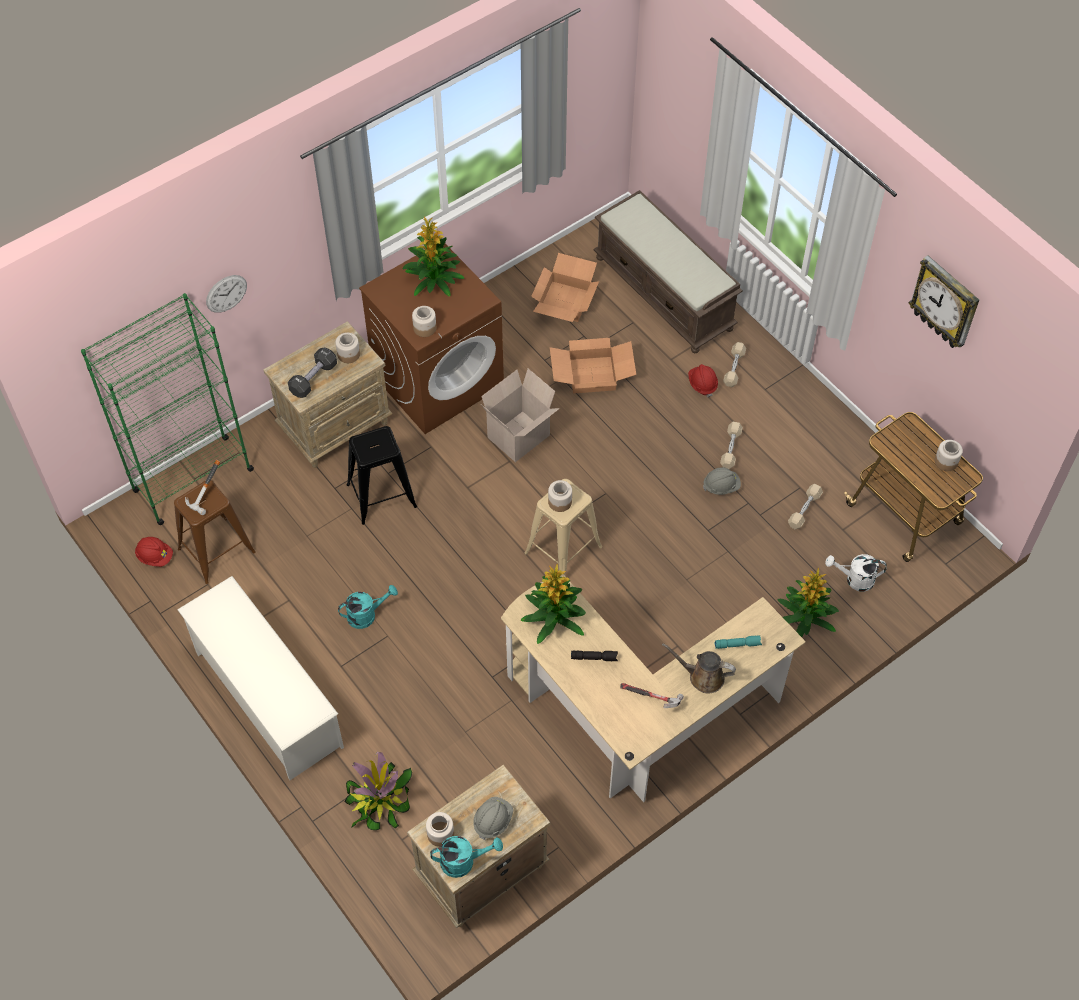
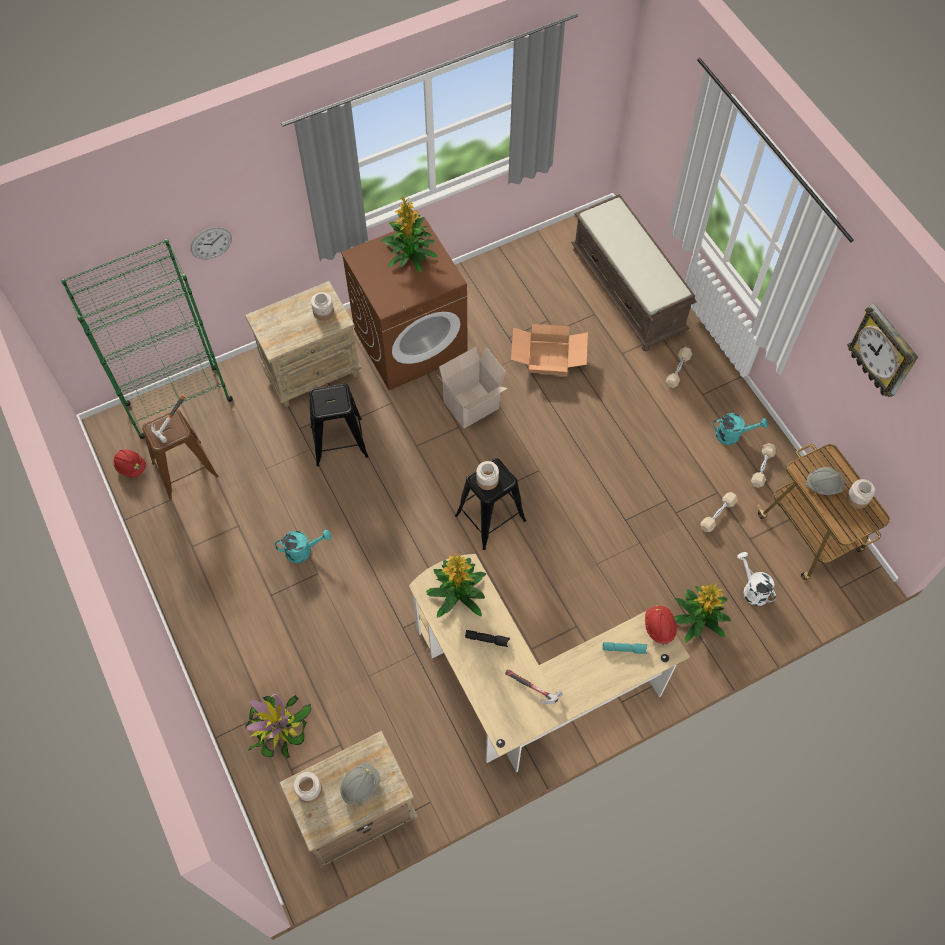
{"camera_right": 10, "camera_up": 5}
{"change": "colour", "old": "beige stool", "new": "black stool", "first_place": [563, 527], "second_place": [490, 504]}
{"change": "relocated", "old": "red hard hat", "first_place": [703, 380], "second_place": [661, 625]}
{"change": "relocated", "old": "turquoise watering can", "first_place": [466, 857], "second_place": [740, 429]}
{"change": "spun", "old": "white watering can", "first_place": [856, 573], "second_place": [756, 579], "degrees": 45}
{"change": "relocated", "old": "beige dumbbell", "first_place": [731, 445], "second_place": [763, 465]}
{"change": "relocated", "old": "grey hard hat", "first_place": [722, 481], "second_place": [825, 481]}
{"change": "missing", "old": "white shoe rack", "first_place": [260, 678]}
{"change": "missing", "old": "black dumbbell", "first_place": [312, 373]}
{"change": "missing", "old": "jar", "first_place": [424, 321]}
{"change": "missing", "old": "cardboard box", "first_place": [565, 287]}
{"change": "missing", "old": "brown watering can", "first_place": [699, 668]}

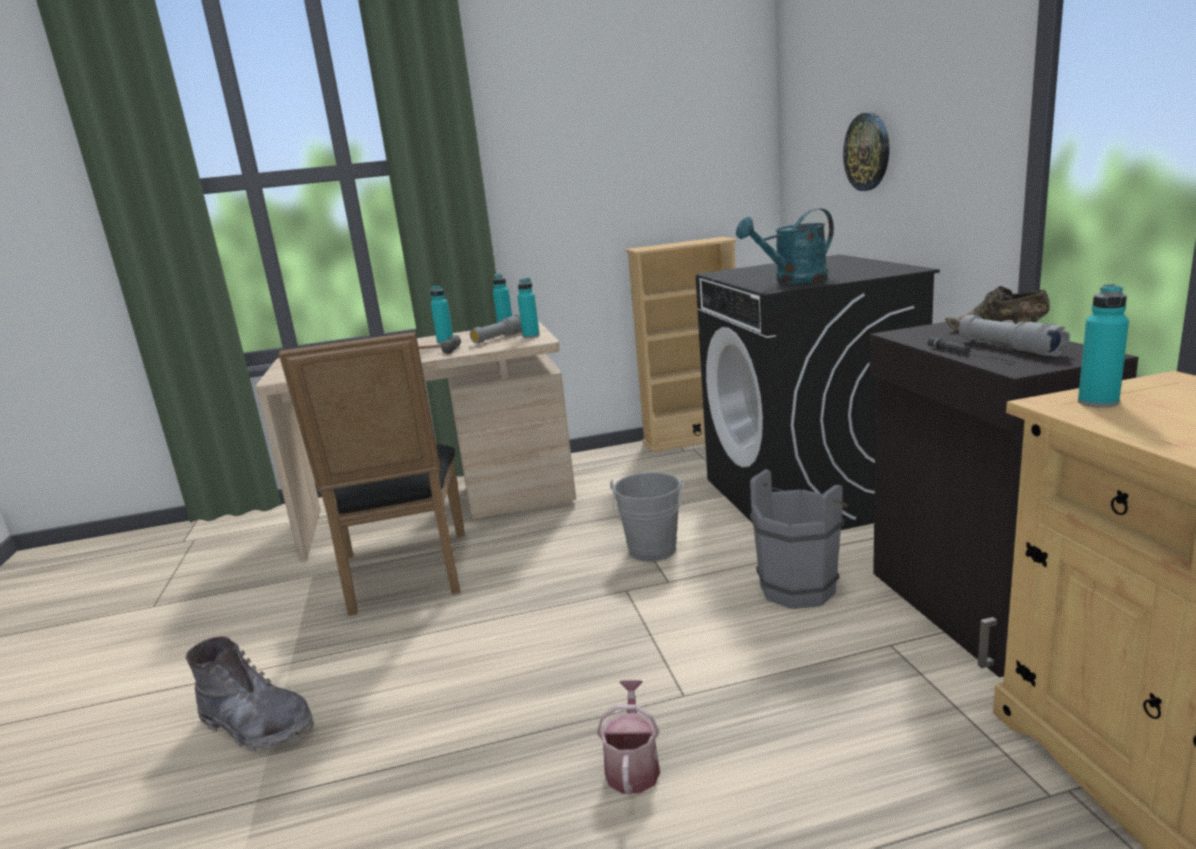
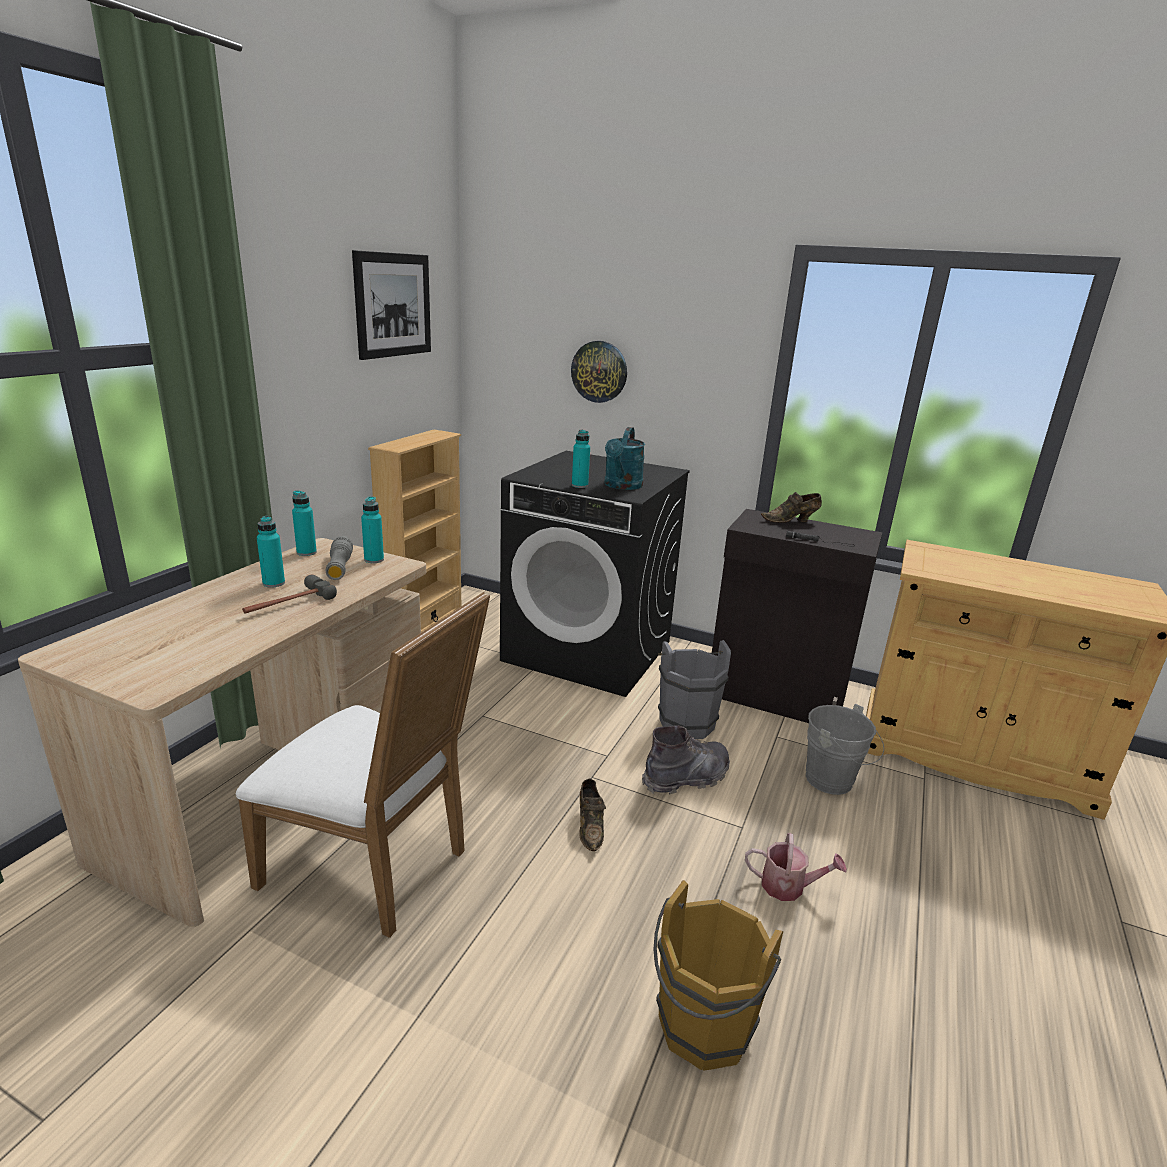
{"camera_right": -55, "camera_up": 5}
{"change": "colour", "old": "black chair", "new": "white chair", "first_place": [371, 474], "second_place": [363, 765]}
{"change": "appeared", "new": "picture", "second_place": [391, 305]}
{"change": "relocated", "old": "turquoise bottle", "first_place": [1103, 346], "second_place": [581, 459]}
{"change": "appeared", "new": "brown shoe", "second_place": [592, 815]}
{"change": "relocated", "old": "grey boot", "first_place": [250, 694], "second_place": [686, 760]}
{"change": "appeared", "new": "brown bucket", "second_place": [718, 975]}
{"change": "spun", "old": "watering can", "first_place": [628, 737], "second_place": [796, 867], "degrees": 150}
{"change": "relocated", "old": "grey bucket", "first_place": [647, 517], "second_place": [845, 749]}
{"change": "missing", "old": "grey flashlight", "first_place": [1014, 336]}

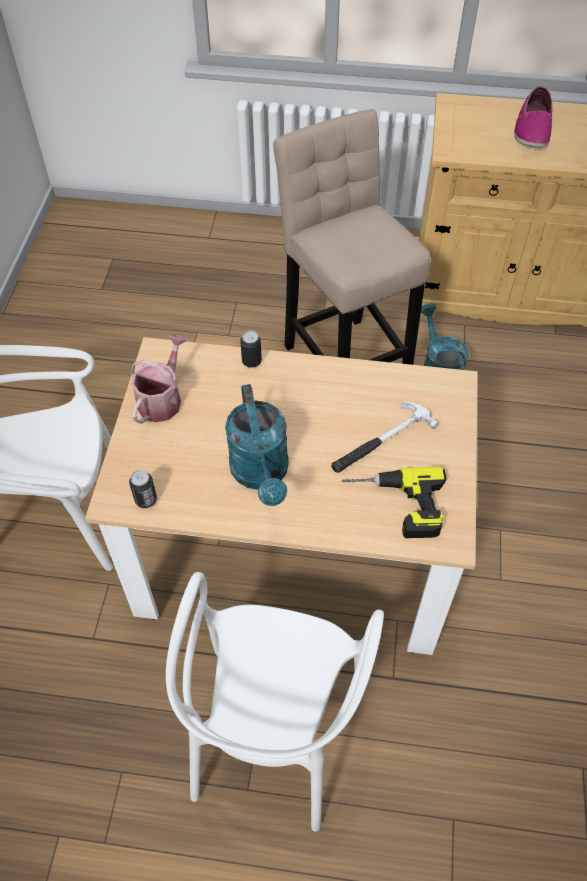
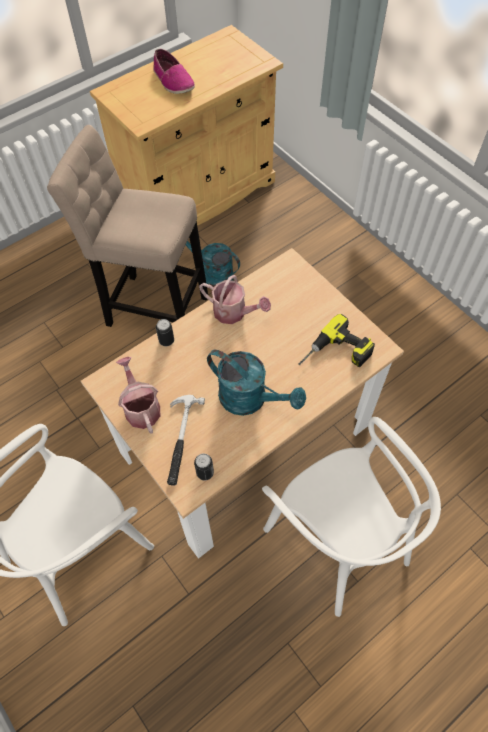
{"camera_right": -45, "camera_up": 5}
{"change": "relocated", "old": "hammer", "first_place": [385, 437], "second_place": [186, 440]}
{"change": "appeared", "new": "watering can", "second_place": [235, 299]}

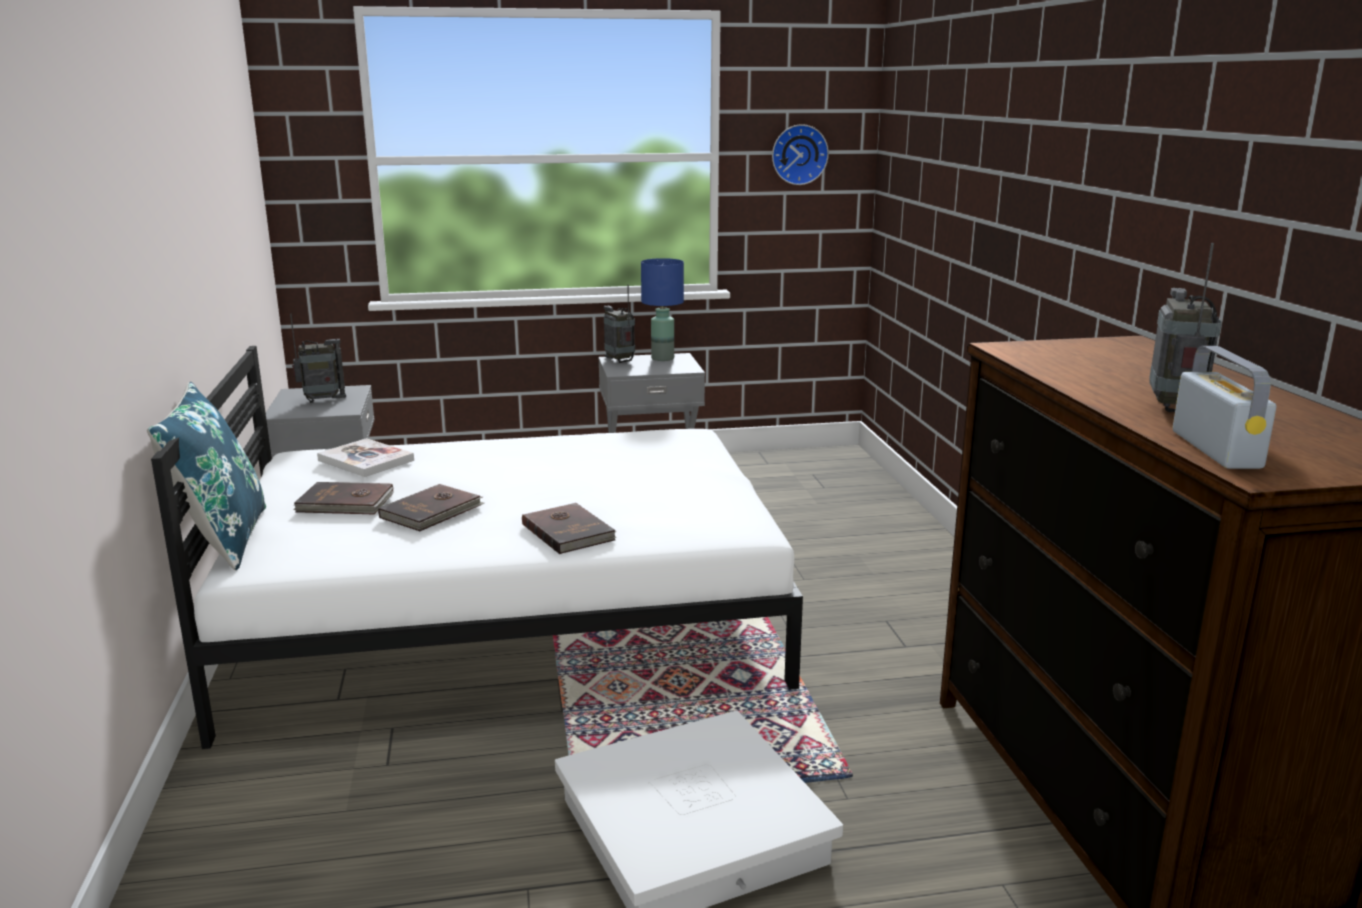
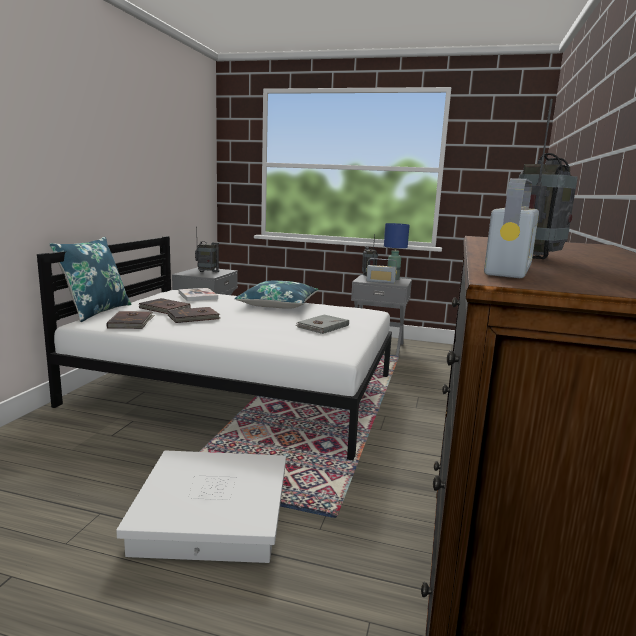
{"camera_right": 25, "camera_up": -5}
{"change": "relocated", "old": "brown book", "first_place": [569, 528], "second_place": [131, 320]}
{"change": "appeared", "new": "blue pillow", "second_place": [276, 295]}
{"change": "appeared", "new": "grey book", "second_place": [322, 324]}
{"change": "appeared", "new": "radio", "second_place": [381, 271]}
{"change": "missing", "old": "wall clock", "first_place": [800, 154]}

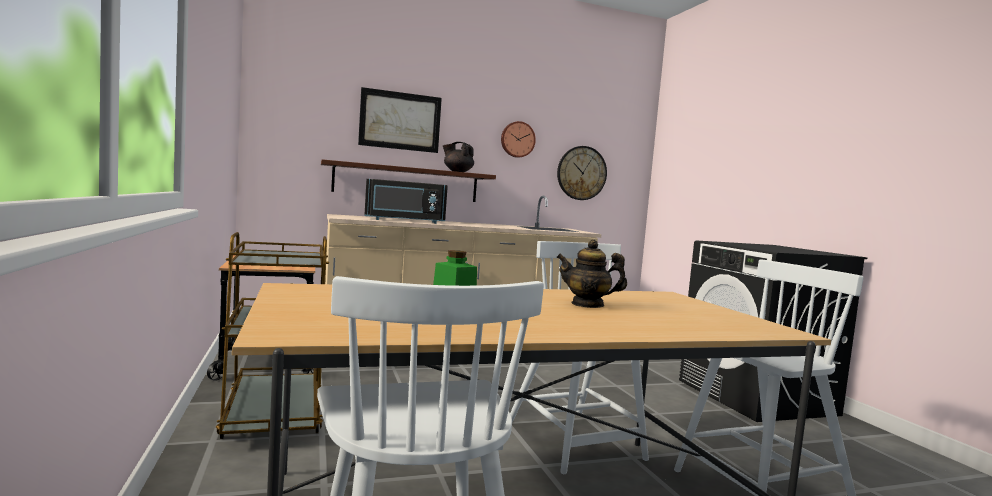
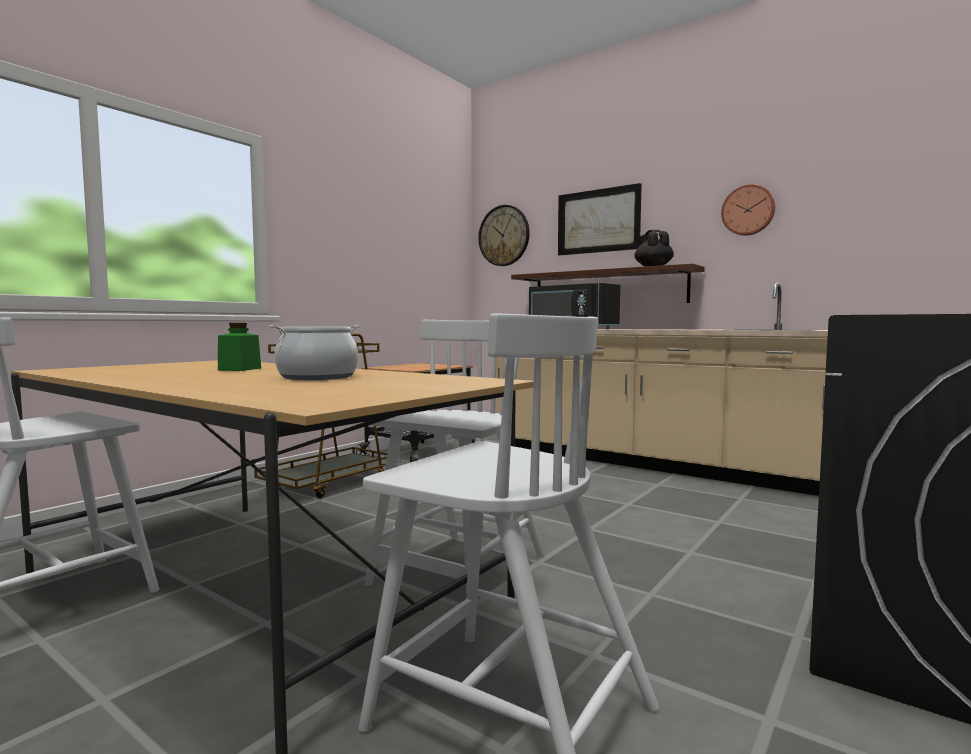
{"camera_right": 55, "camera_up": 0}
{"change": "exchanged", "old": "teapot", "new": "cooking pot", "first_place": [592, 274], "second_place": [315, 352]}
{"change": "relocated", "old": "wall clock", "first_place": [582, 173], "second_place": [504, 235]}

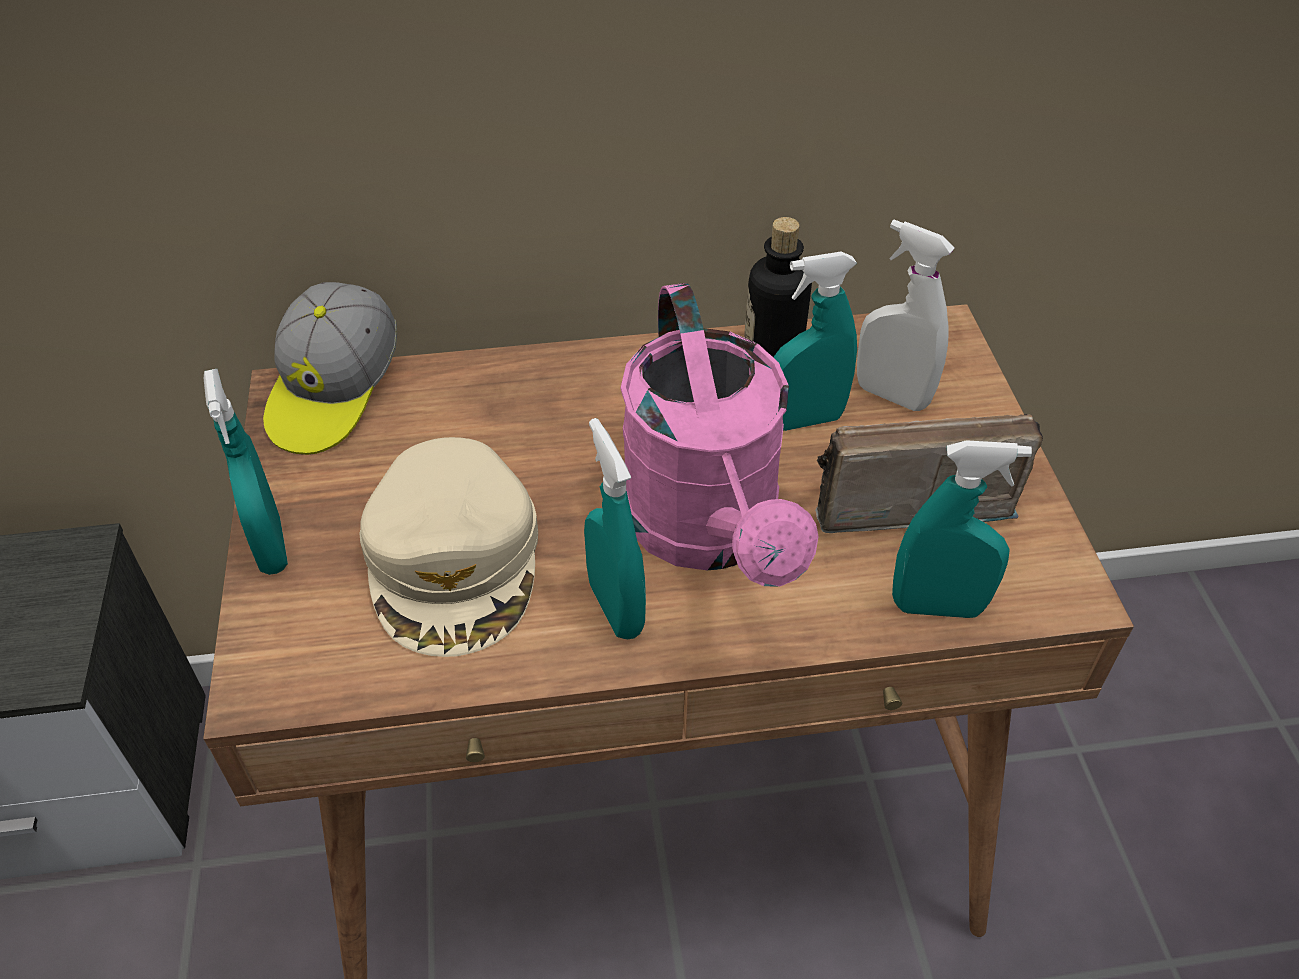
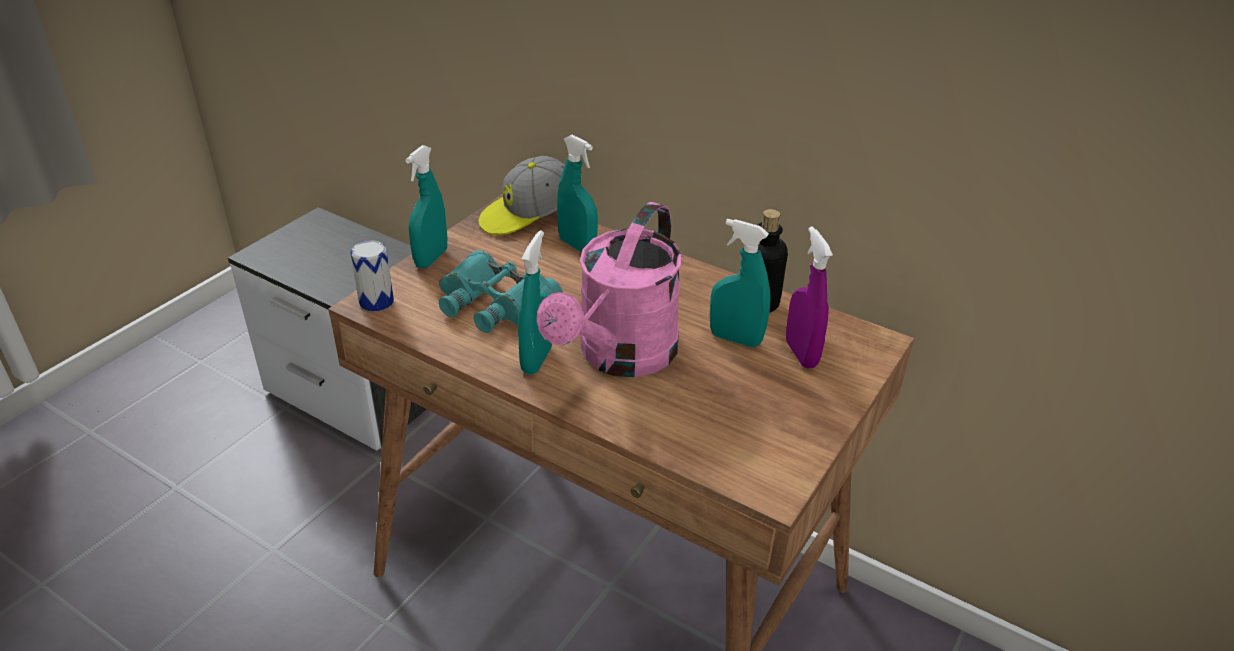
{"camera_right": 40, "camera_up": -10}
{"change": "appeared", "new": "can", "second_place": [372, 276]}
{"change": "exchanged", "old": "beige cap", "new": "turquoise binoculars", "first_place": [449, 547], "second_place": [501, 291]}
{"change": "relocated", "old": "turquoise spray bottle", "first_place": [962, 529], "second_place": [577, 193]}
{"change": "colour", "old": "white spray bottle", "new": "purple spray bottle", "first_place": [905, 315], "second_place": [809, 297]}
{"change": "missing", "old": "radio", "first_place": [929, 473]}

